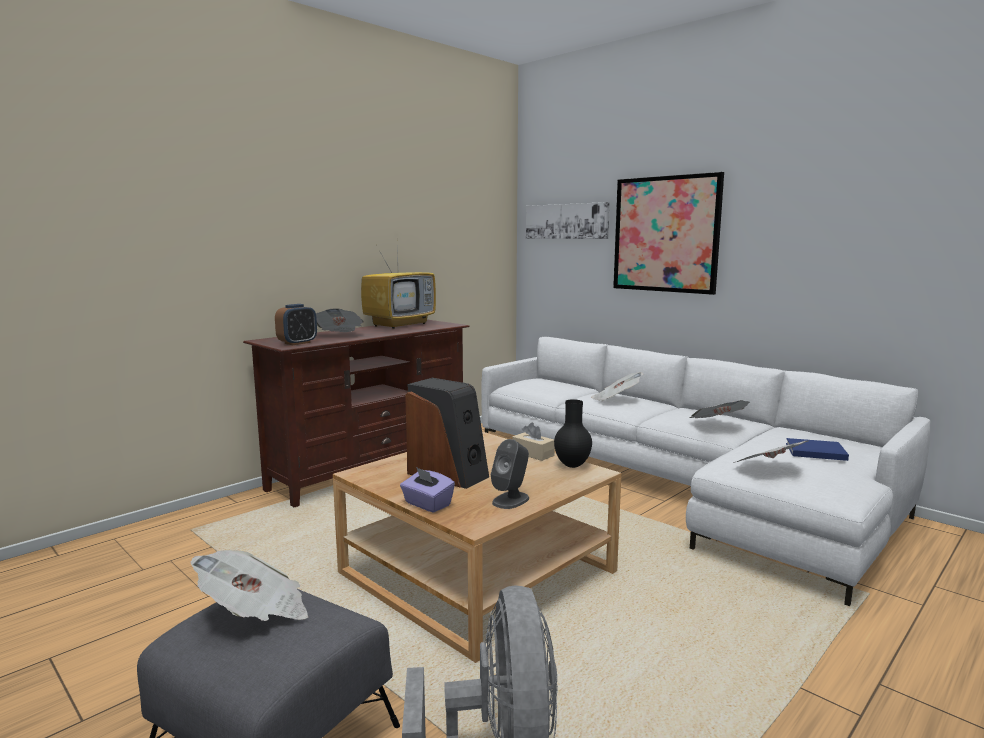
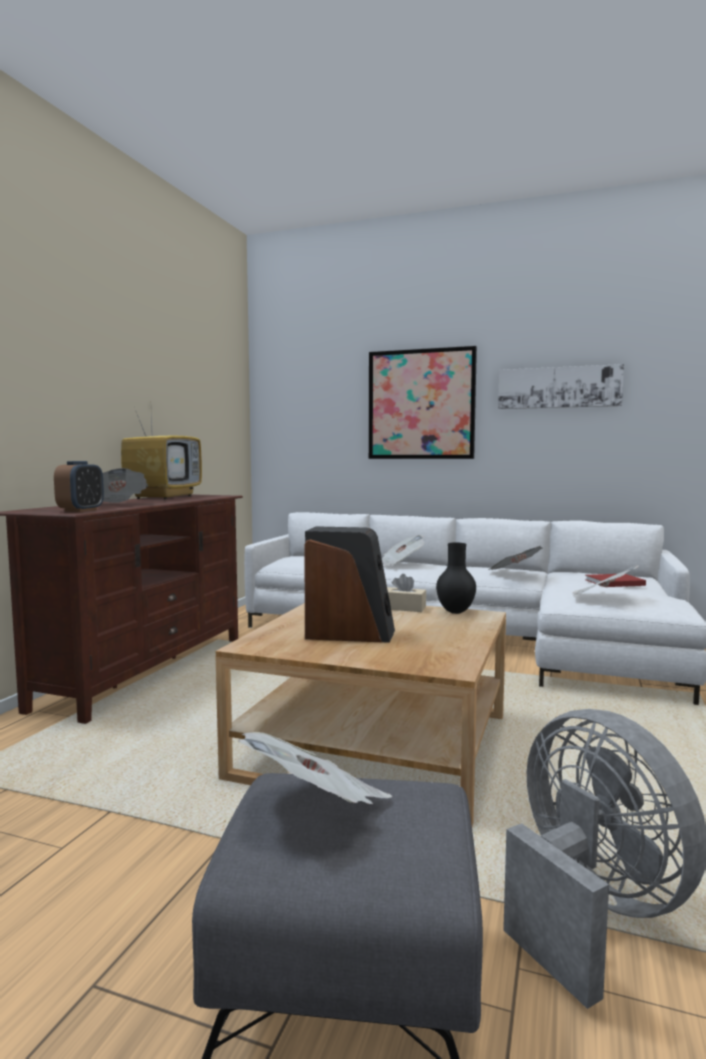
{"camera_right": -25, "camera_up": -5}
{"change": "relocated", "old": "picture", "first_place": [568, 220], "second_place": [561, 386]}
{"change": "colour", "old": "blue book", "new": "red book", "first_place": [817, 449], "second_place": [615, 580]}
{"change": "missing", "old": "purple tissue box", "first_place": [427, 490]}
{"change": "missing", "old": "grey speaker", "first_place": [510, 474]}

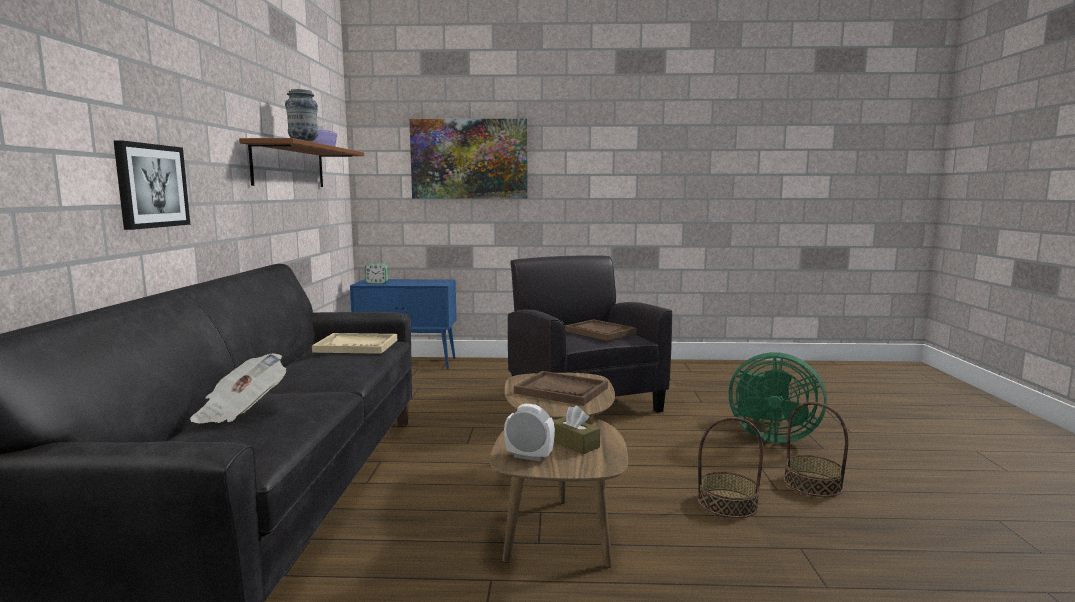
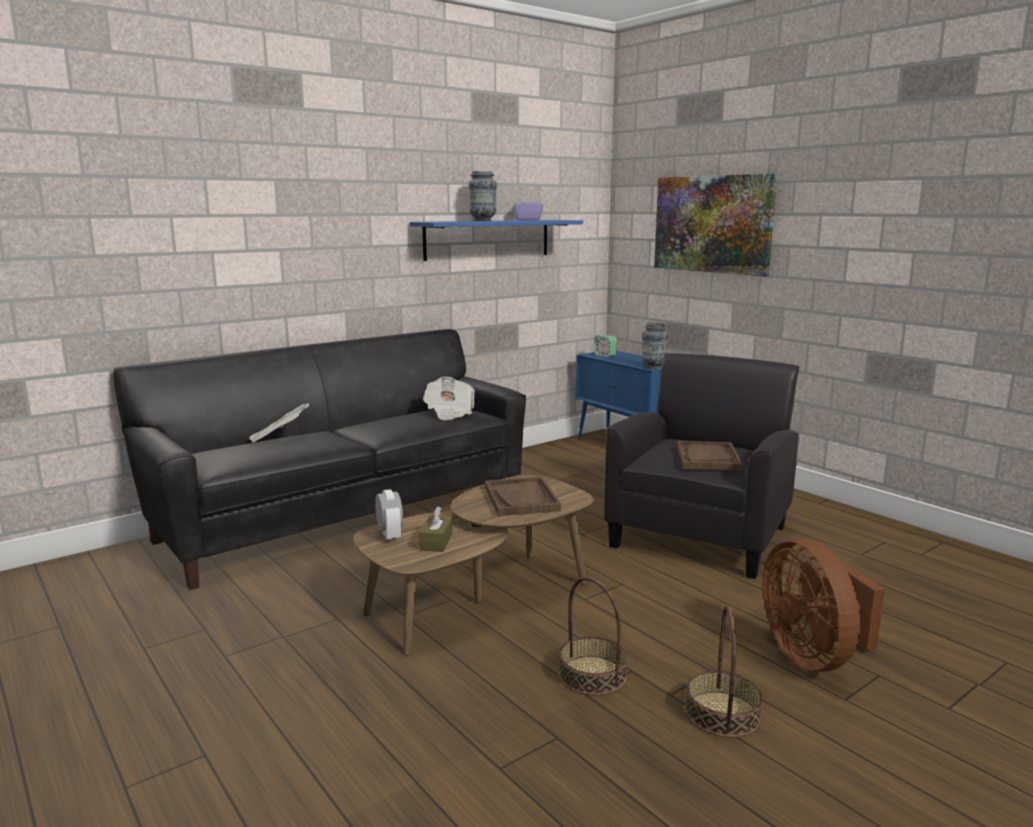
{"camera_right": 50, "camera_up": 5}
{"change": "colour", "old": "brown shelf", "new": "blue shelf", "first_place": [301, 162], "second_place": [496, 240]}
{"change": "exchanged", "old": "beige tray", "new": "newspaper", "first_place": [354, 343], "second_place": [449, 398]}
{"change": "appeared", "new": "vase", "second_place": [655, 346]}
{"change": "colour", "old": "green fan", "new": "brown fan", "first_place": [778, 397], "second_place": [824, 605]}
{"change": "missing", "old": "picture", "first_place": [151, 185]}

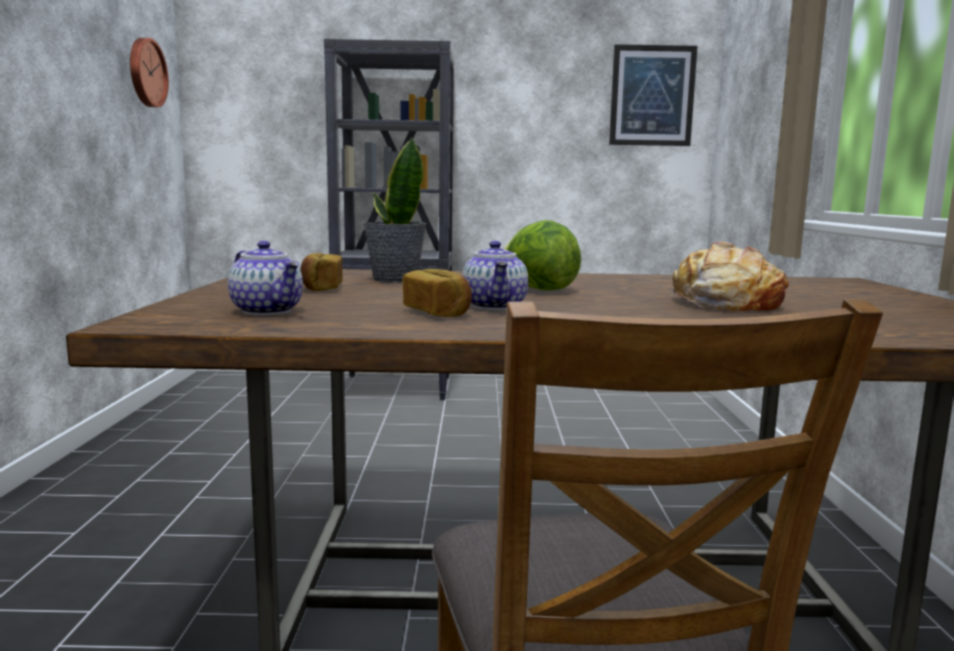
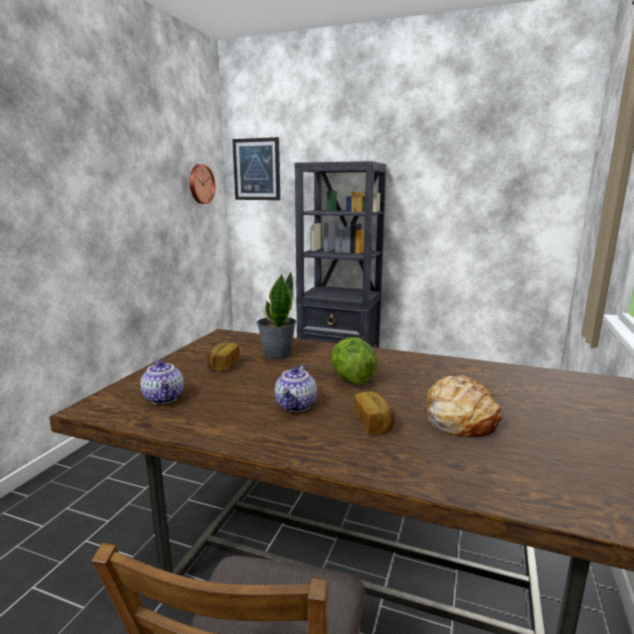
{"camera_right": 20, "camera_up": 5}
{"change": "relocated", "old": "picture", "first_place": [653, 95], "second_place": [256, 168]}
{"change": "relocated", "old": "bread", "first_place": [437, 293], "second_place": [374, 413]}

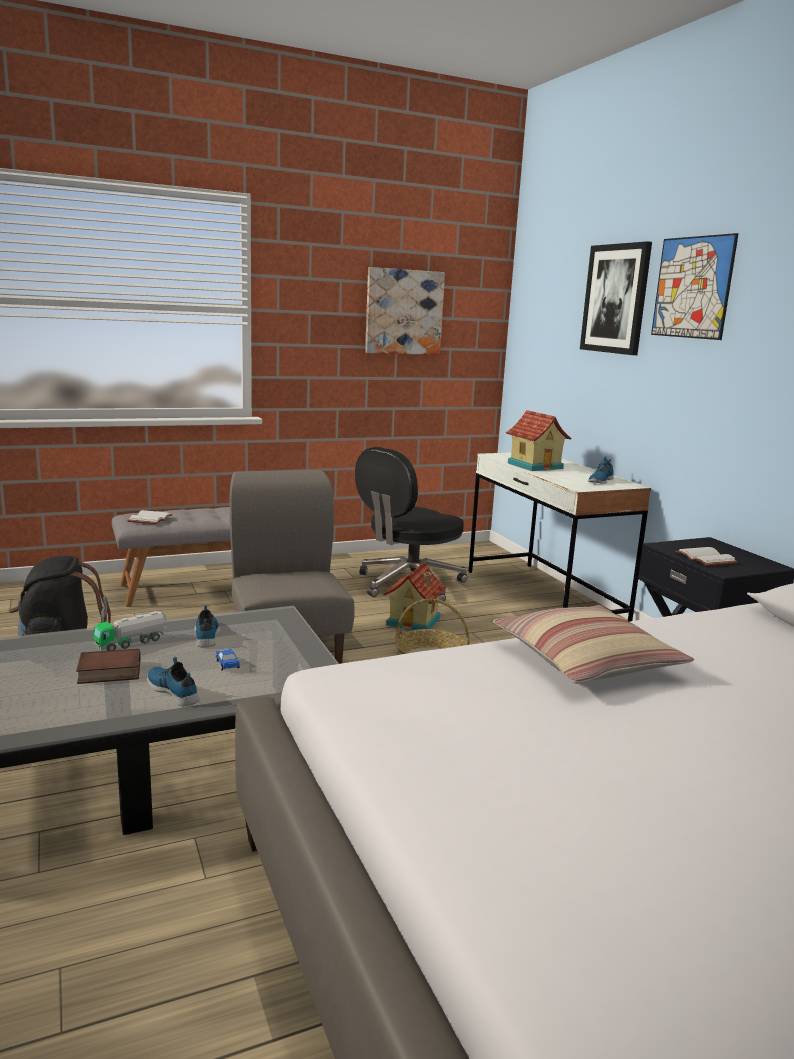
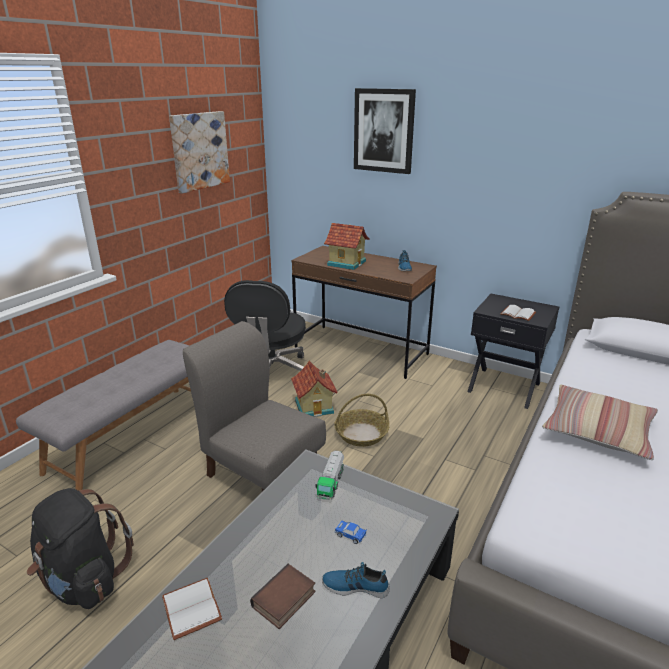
{"camera_right": -35, "camera_up": 10}
{"change": "relocated", "old": "white book", "first_place": [150, 517], "second_place": [192, 609]}
{"change": "colour", "old": "white desk", "new": "brown desk", "first_place": [560, 537], "second_place": [364, 312]}
{"change": "relocated", "old": "toy truck", "first_place": [129, 631], "second_place": [329, 475]}
{"change": "missing", "old": "shoe", "first_place": [207, 626]}
{"change": "missing", "old": "picture", "first_place": [695, 286]}

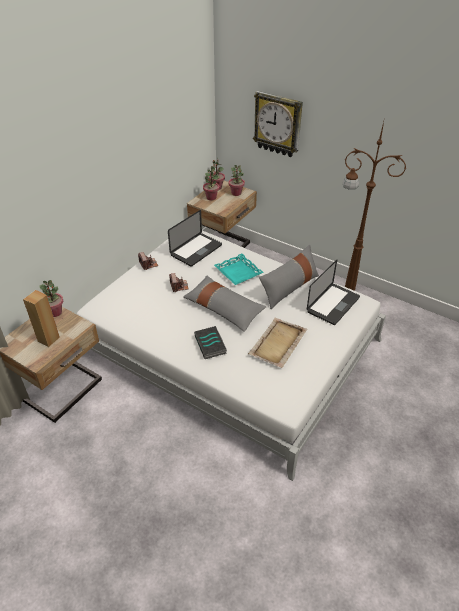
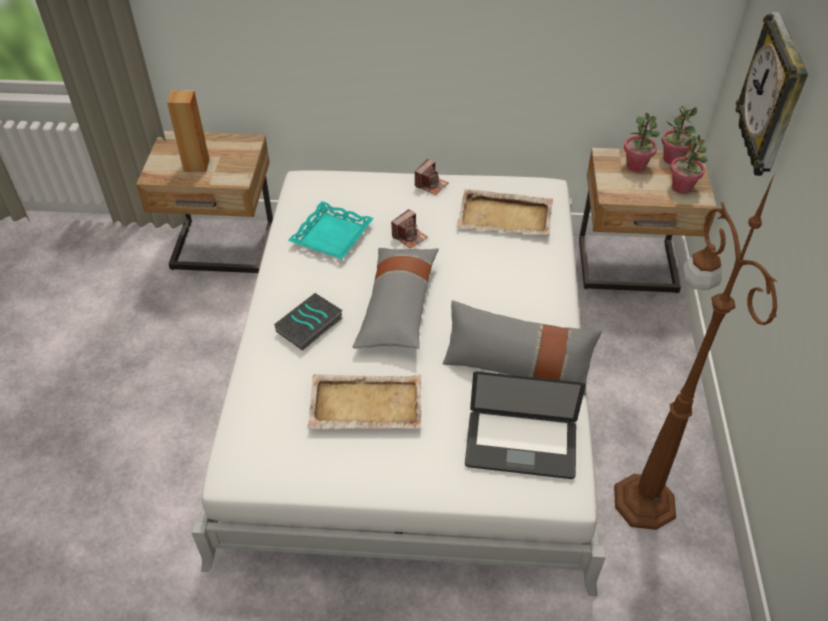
{"camera_right": 60, "camera_up": 5}
{"change": "relocated", "old": "turquoise tray", "first_place": [239, 269], "second_place": [331, 230]}
{"change": "exchanged", "old": "laptop", "new": "beige tray", "first_place": [195, 238], "second_place": [504, 212]}
{"change": "missing", "old": "potted plant", "first_place": [51, 298]}

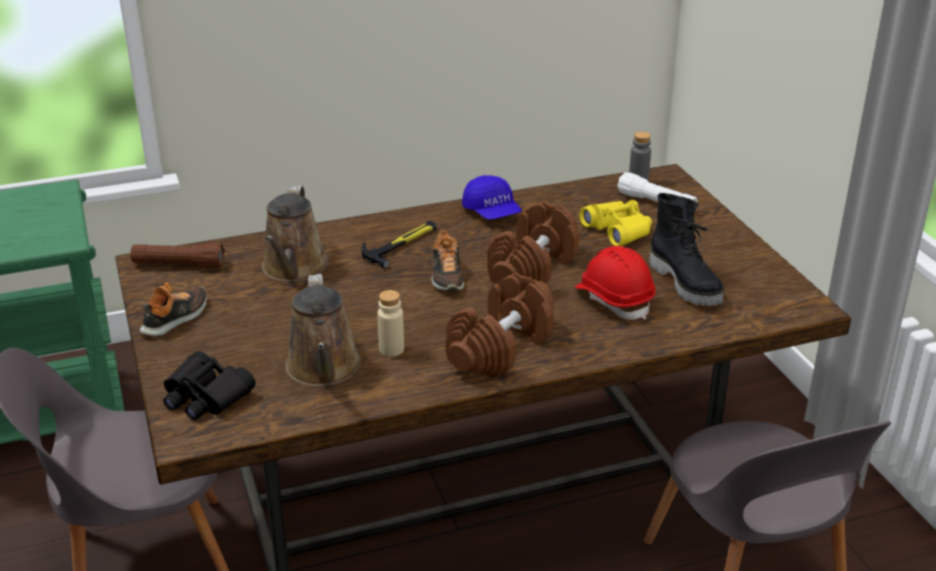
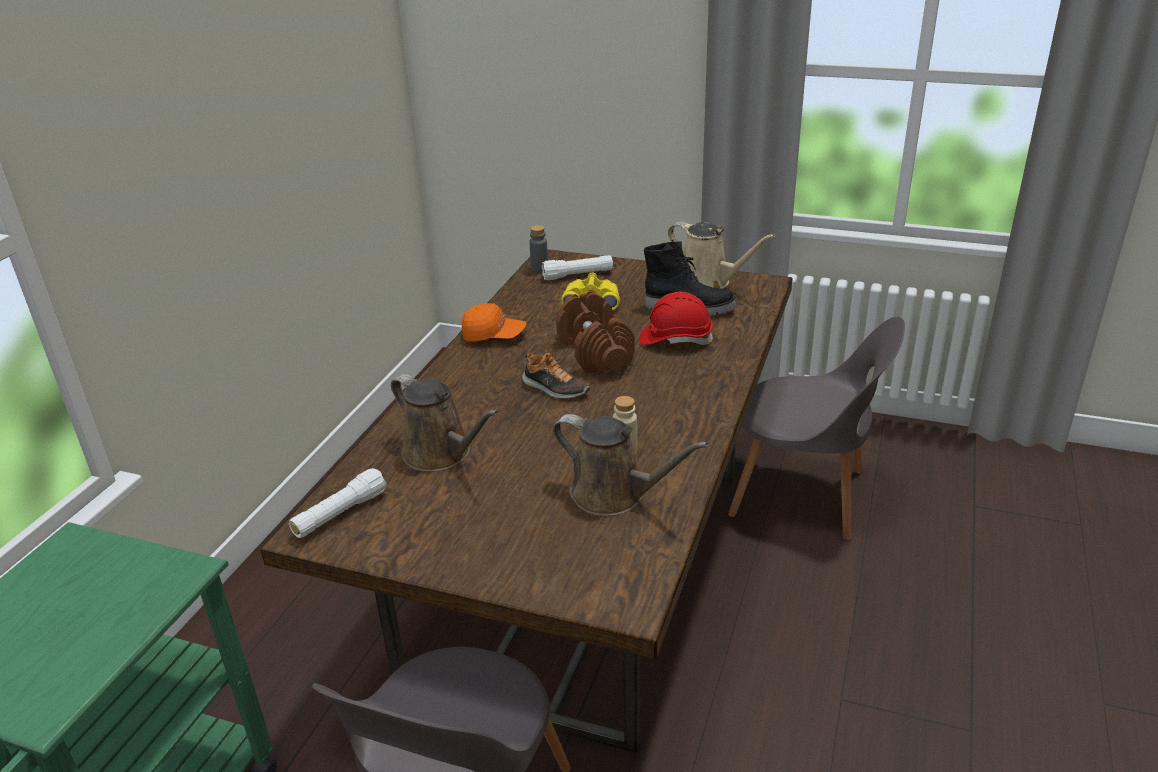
{"camera_right": -50, "camera_up": 0}
{"change": "colour", "old": "brown flashlight", "new": "white flashlight", "first_place": [178, 255], "second_place": [338, 503]}
{"change": "colour", "old": "blue cap", "new": "orange cap", "first_place": [492, 197], "second_place": [494, 322]}
{"change": "appeared", "new": "beige watering can", "second_place": [721, 254]}
{"change": "missing", "old": "shoe", "first_place": [173, 309]}
{"change": "missing", "old": "black binoculars", "first_place": [209, 385]}
{"change": "missing", "old": "hammer", "first_place": [399, 244]}
{"change": "missing", "old": "brown dumbbell", "first_place": [499, 325]}

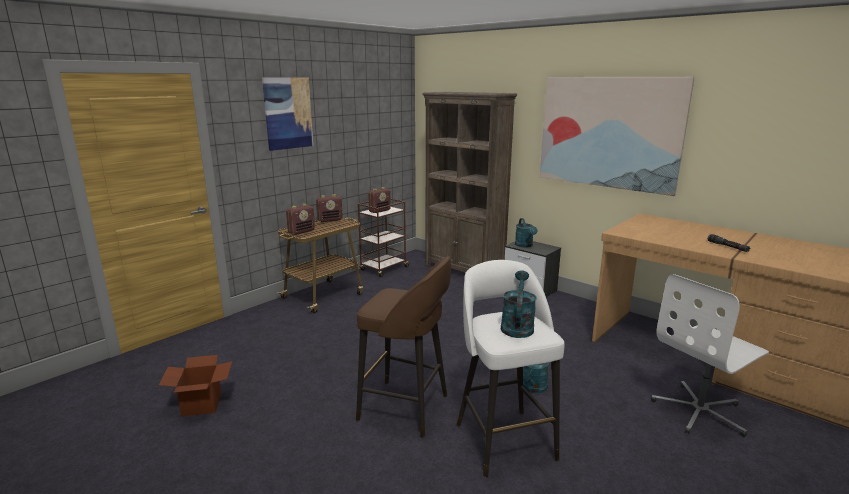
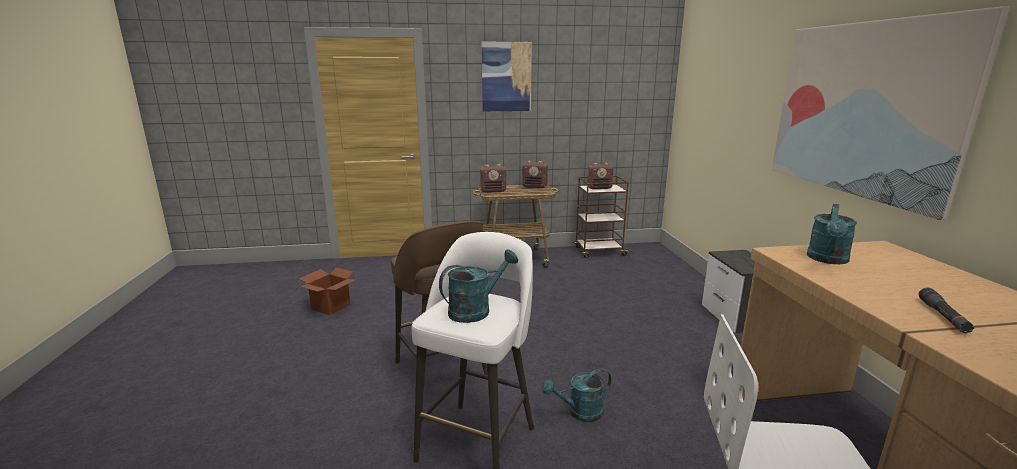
{"camera_right": 40, "camera_up": 0}
{"change": "relocated", "old": "turquoise watering can", "first_place": [526, 233], "second_place": [832, 234]}
{"change": "missing", "old": "brown bookcase", "first_place": [469, 182]}

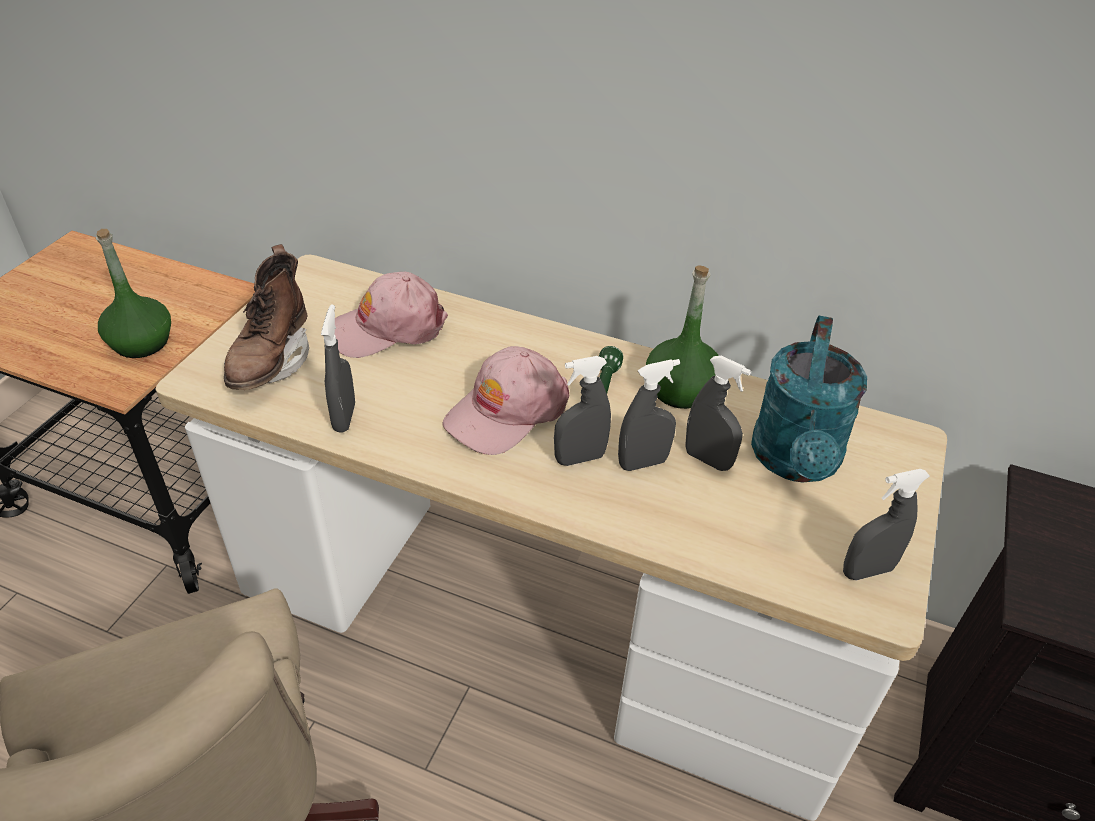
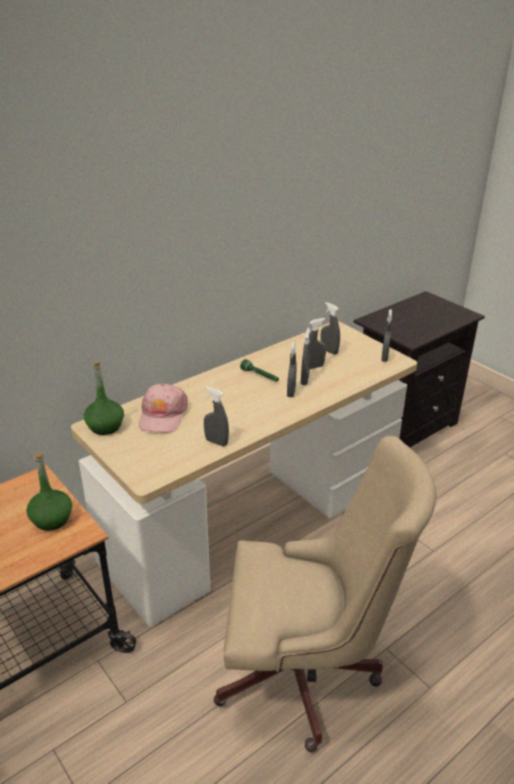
{"camera_right": -60, "camera_up": -10}
{"change": "relocated", "old": "green bottle", "first_place": [682, 337], "second_place": [104, 398]}
{"change": "exchanged", "old": "turquoise watering can", "new": "grey spray bottle", "first_place": [809, 399], "second_place": [330, 328]}
{"change": "missing", "old": "brown boot", "first_place": [266, 317]}
{"change": "missing", "old": "pink cap", "first_place": [506, 400]}

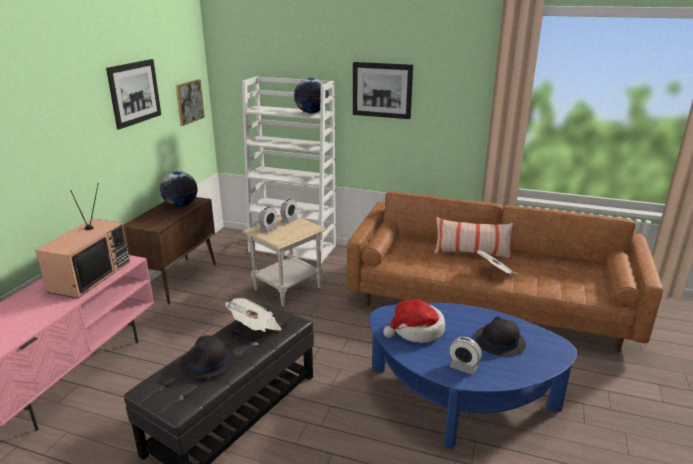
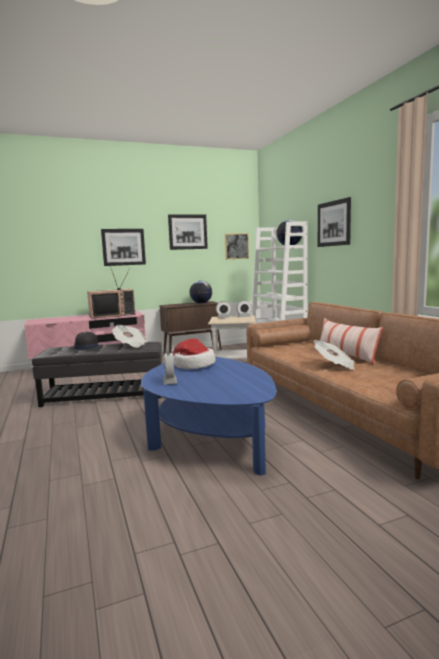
{"camera_right": 50, "camera_up": -15}
{"change": "appeared", "new": "picture", "second_place": [123, 247]}
{"change": "missing", "old": "black hat", "first_place": [500, 336]}

